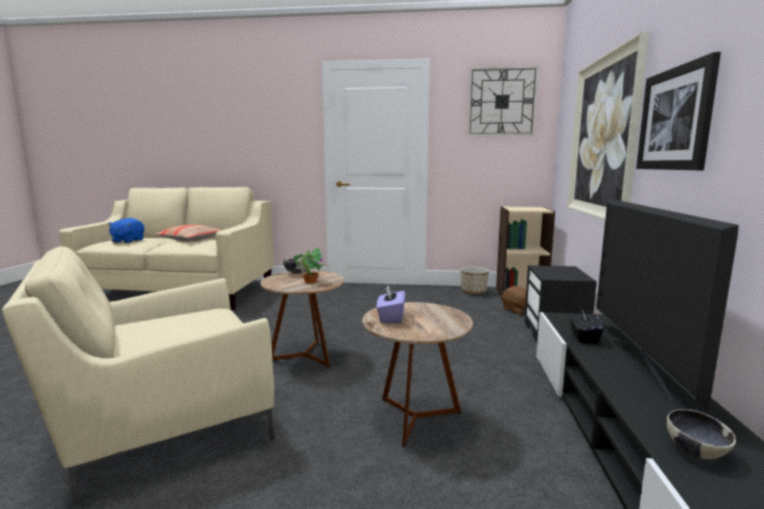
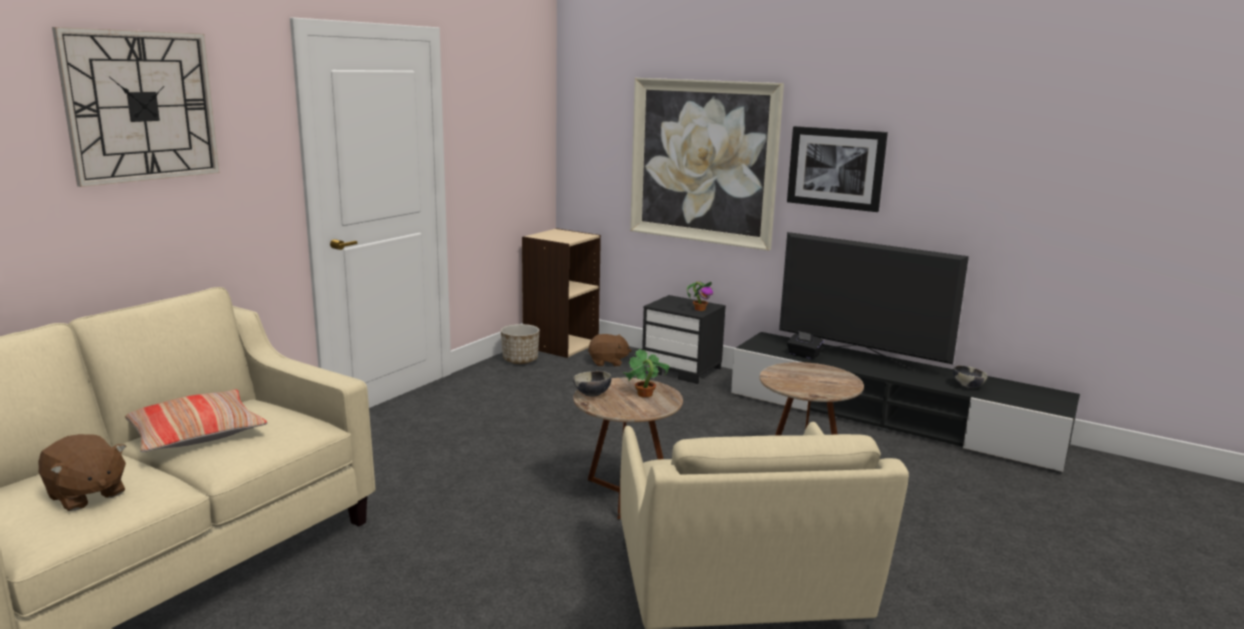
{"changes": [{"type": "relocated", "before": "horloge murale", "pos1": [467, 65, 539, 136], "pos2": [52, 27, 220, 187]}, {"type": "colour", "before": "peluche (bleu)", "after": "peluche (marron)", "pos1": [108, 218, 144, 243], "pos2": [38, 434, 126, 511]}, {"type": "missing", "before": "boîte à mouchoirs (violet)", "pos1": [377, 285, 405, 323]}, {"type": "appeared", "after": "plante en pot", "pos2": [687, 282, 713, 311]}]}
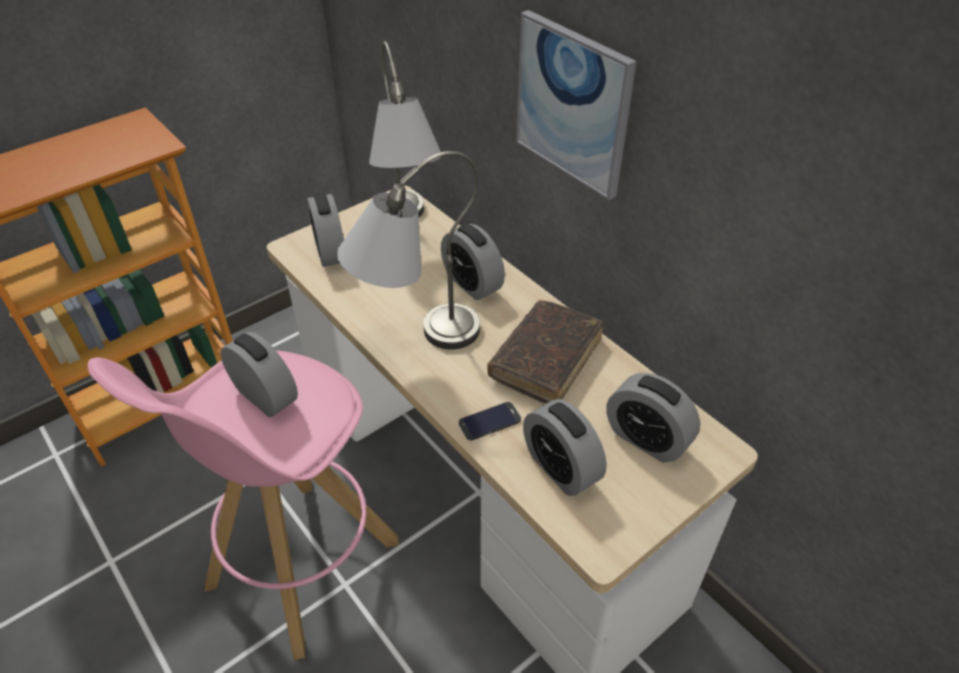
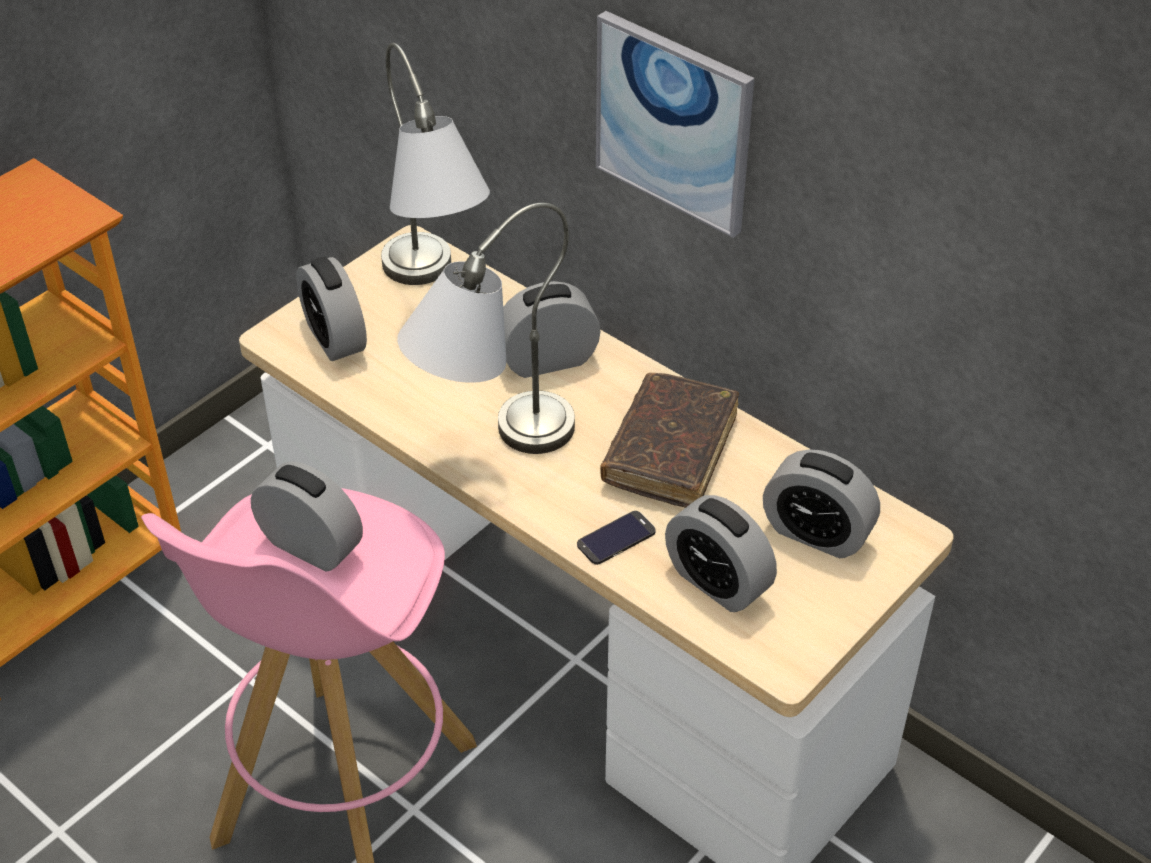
{"changes": [{"type": "spun", "before": "réveil", "pos1": [441, 224, 505, 300], "pos2": [503, 281, 601, 378], "turn": 120}]}
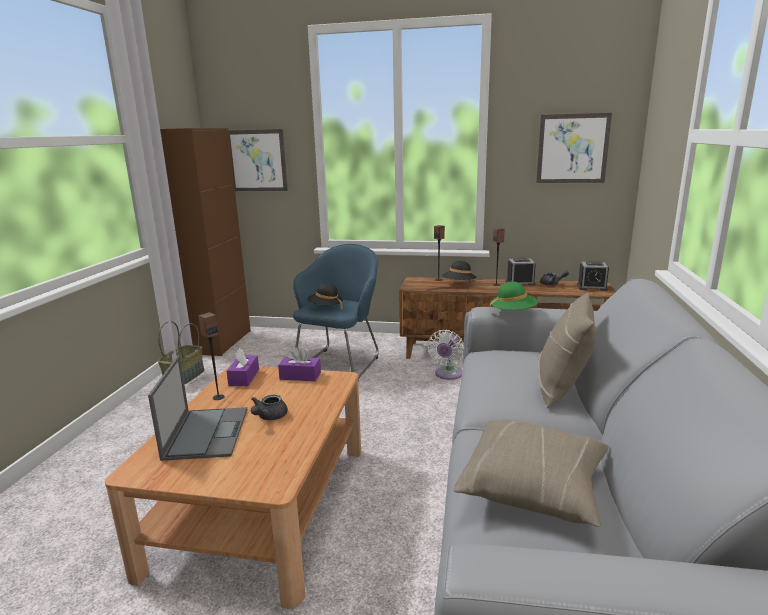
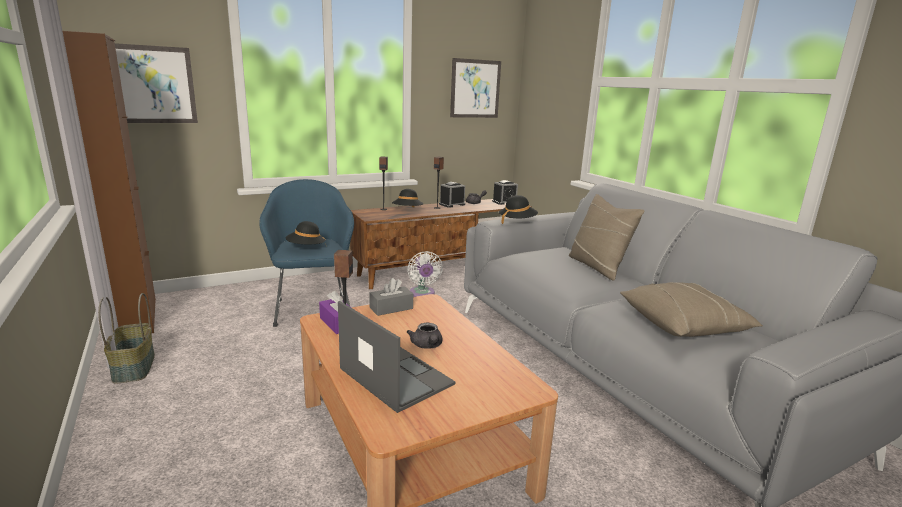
{"changes": [{"type": "colour", "before": "chapeau (vert)", "after": "chapeau (noir)", "pos1": [490, 282, 538, 310], "pos2": [499, 195, 538, 224]}, {"type": "colour", "before": "boîte à mouchoirs (violet)", "after": "boîte à mouchoirs (gris)", "pos1": [278, 347, 321, 381], "pos2": [369, 278, 413, 316]}]}
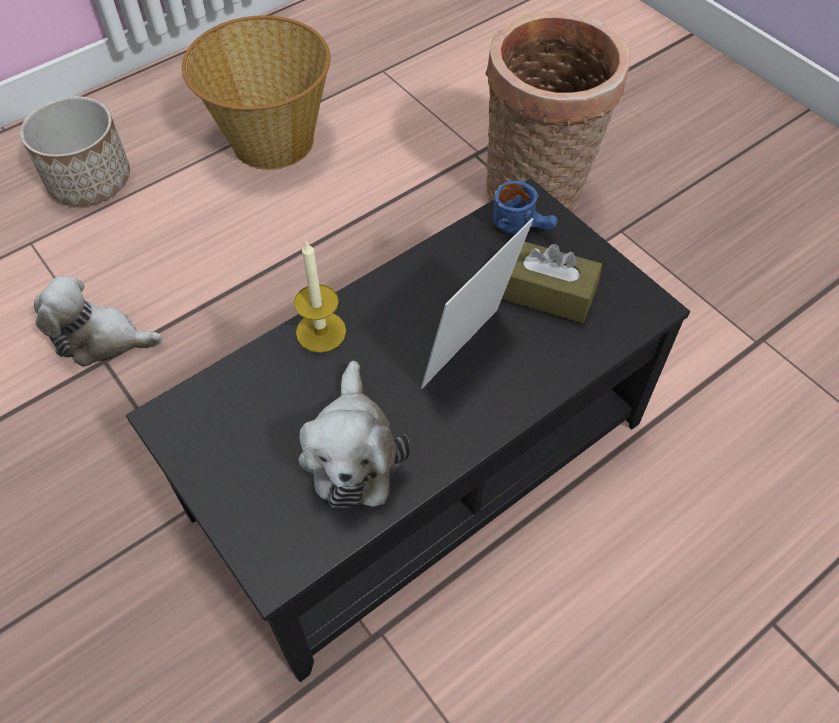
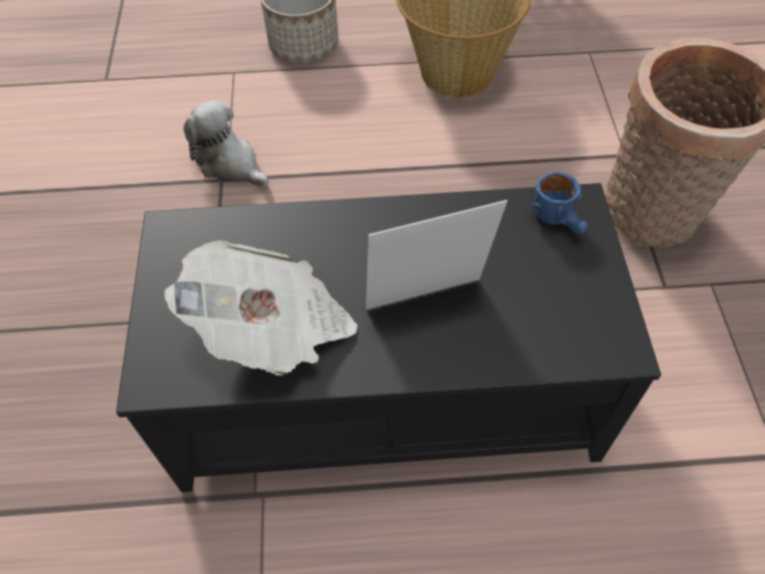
{"changes": [{"type": "missing", "before": "bougie", "pos1": [294, 240, 346, 353]}, {"type": "missing", "before": "boîte à mouchoirs (marron)", "pos1": [502, 242, 602, 323]}, {"type": "exchanged", "before": "peluche", "after": "journal", "pos1": [299, 361, 410, 508], "pos2": [164, 240, 357, 376]}]}
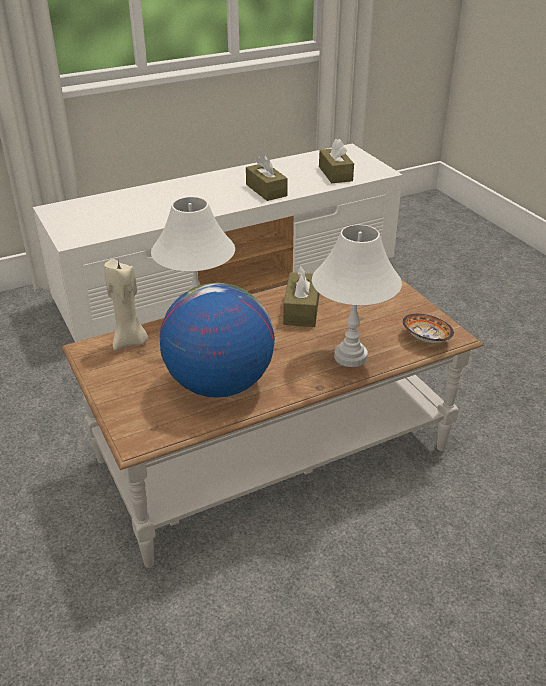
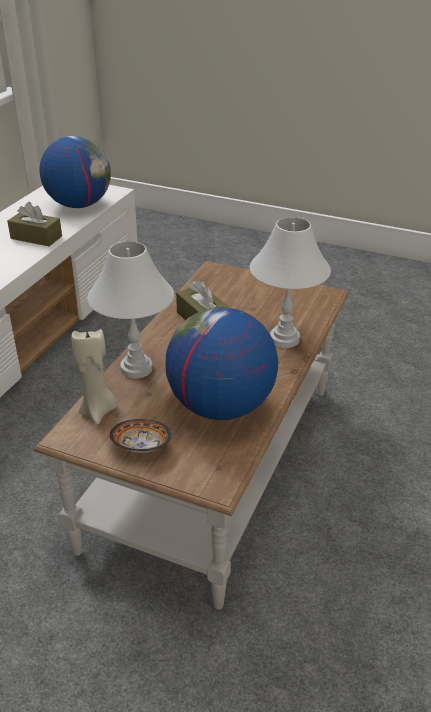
{"changes": [{"type": "exchanged", "before": "boîte à mouchoirs (marron)", "after": "globe", "pos1": [319, 139, 354, 183], "pos2": [39, 136, 111, 208]}, {"type": "relocated", "before": "bol", "pos1": [403, 314, 454, 343], "pos2": [110, 419, 172, 453]}]}
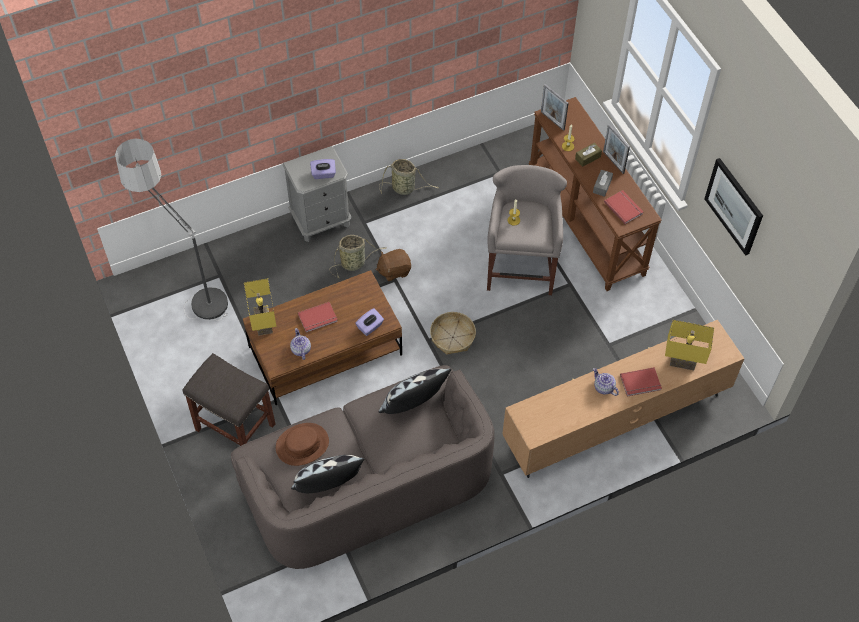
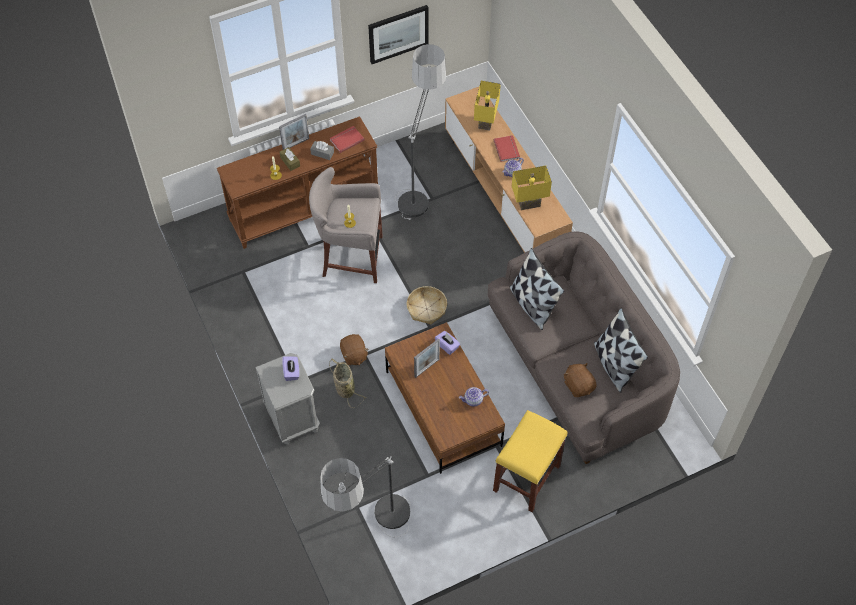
{"changes": [{"type": "relocated", "before": "cadre photo", "pos1": [541, 84, 569, 131], "pos2": [414, 339, 440, 378]}, {"type": "missing", "before": "panier", "pos1": [379, 159, 438, 195]}, {"type": "relocated", "before": "lampe de table (jaune)", "pos1": [244, 278, 277, 336], "pos2": [512, 166, 552, 210]}, {"type": "missing", "before": "livre (rouge)", "pos1": [298, 302, 338, 333]}, {"type": "colour", "before": "tabouret (gris)", "after": "tabouret (jaune)", "pos1": [183, 353, 275, 446], "pos2": [493, 410, 568, 512]}, {"type": "exchanged", "before": "chapeau (marron)", "after": "peluche (marron)", "pos1": [276, 423, 329, 466], "pos2": [564, 363, 597, 397]}, {"type": "appeared", "after": "lampadaire", "pos2": [395, 44, 446, 220]}]}
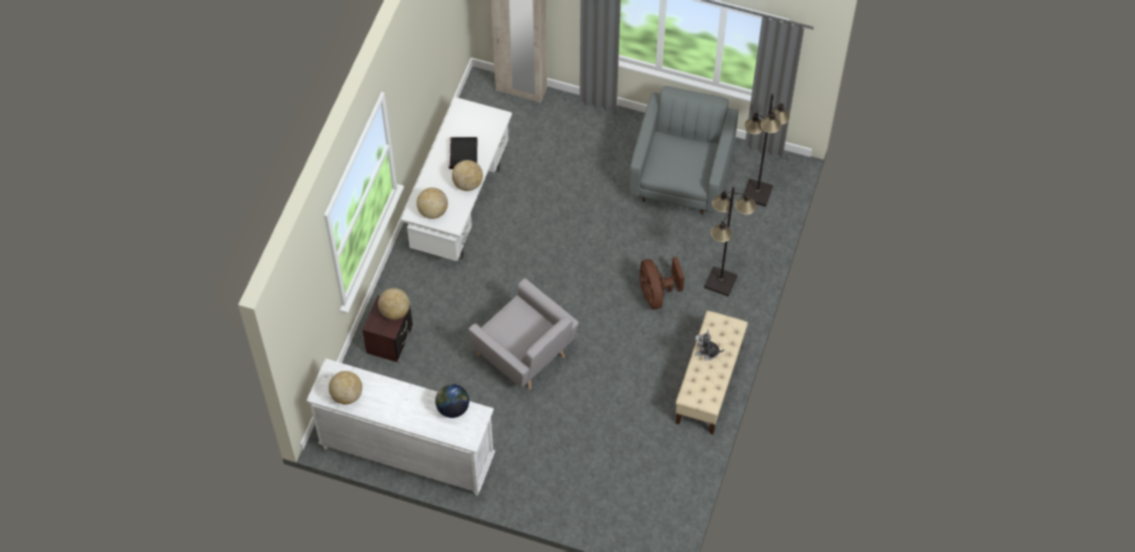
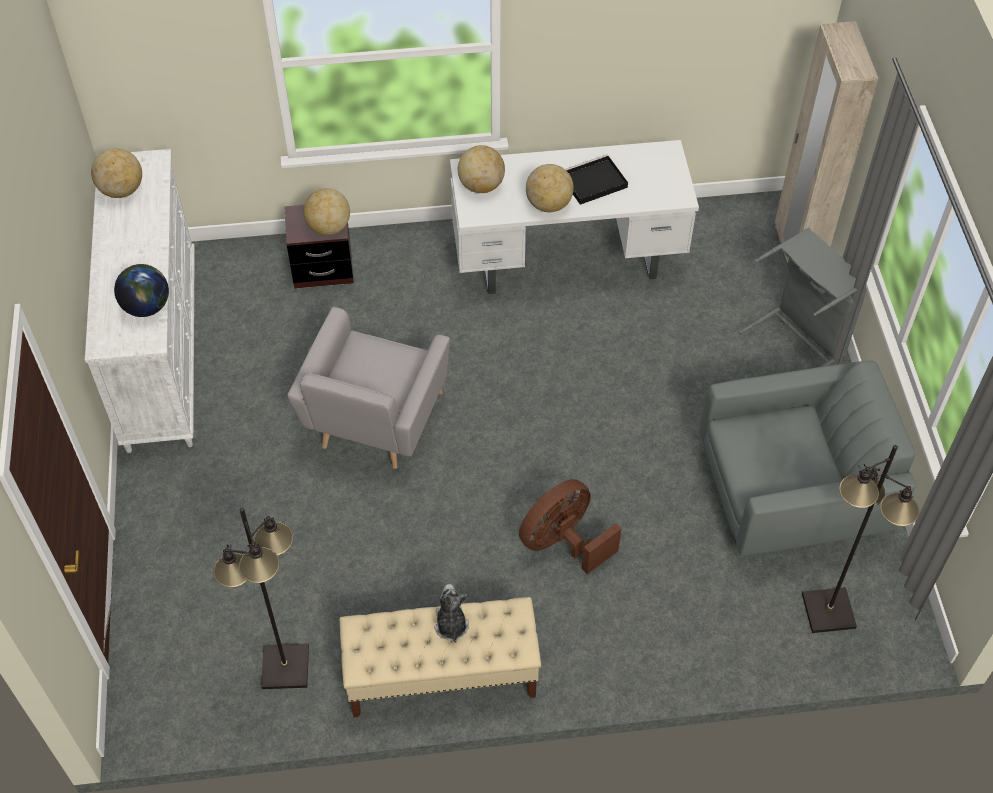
{"changes": [{"type": "relocated", "before": "lampadaire (noir)", "pos1": [704, 186, 756, 297], "pos2": [213, 508, 309, 689]}, {"type": "appeared", "after": "panier à linge (gris)", "pos2": [739, 228, 867, 367]}]}
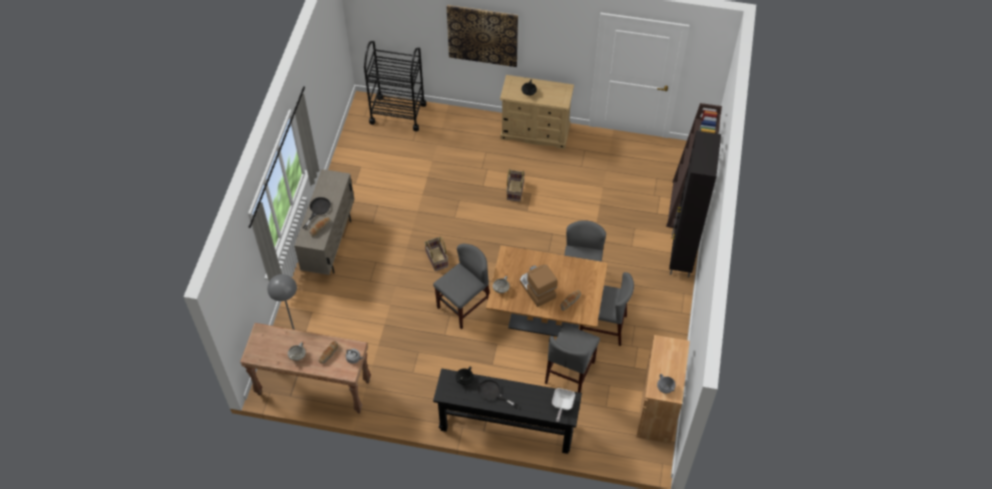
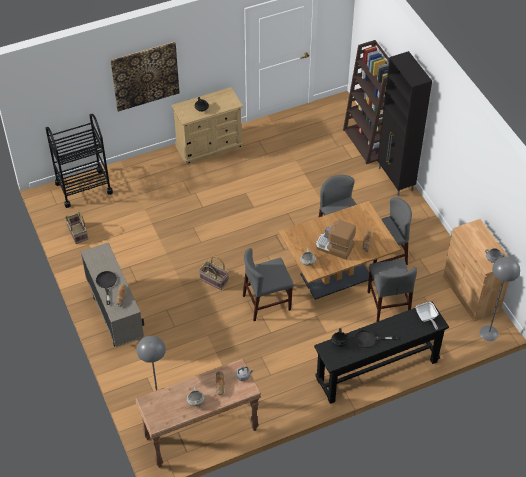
{"changes": [{"type": "relocated", "before": "panier", "pos1": [506, 169, 525, 202], "pos2": [65, 211, 88, 244]}, {"type": "spun", "before": "chaise (gris)", "pos1": [433, 244, 490, 329], "pos2": [243, 248, 294, 321], "turn": -120}, {"type": "appeared", "after": "lampadaire (gris)", "pos2": [479, 257, 520, 341]}]}
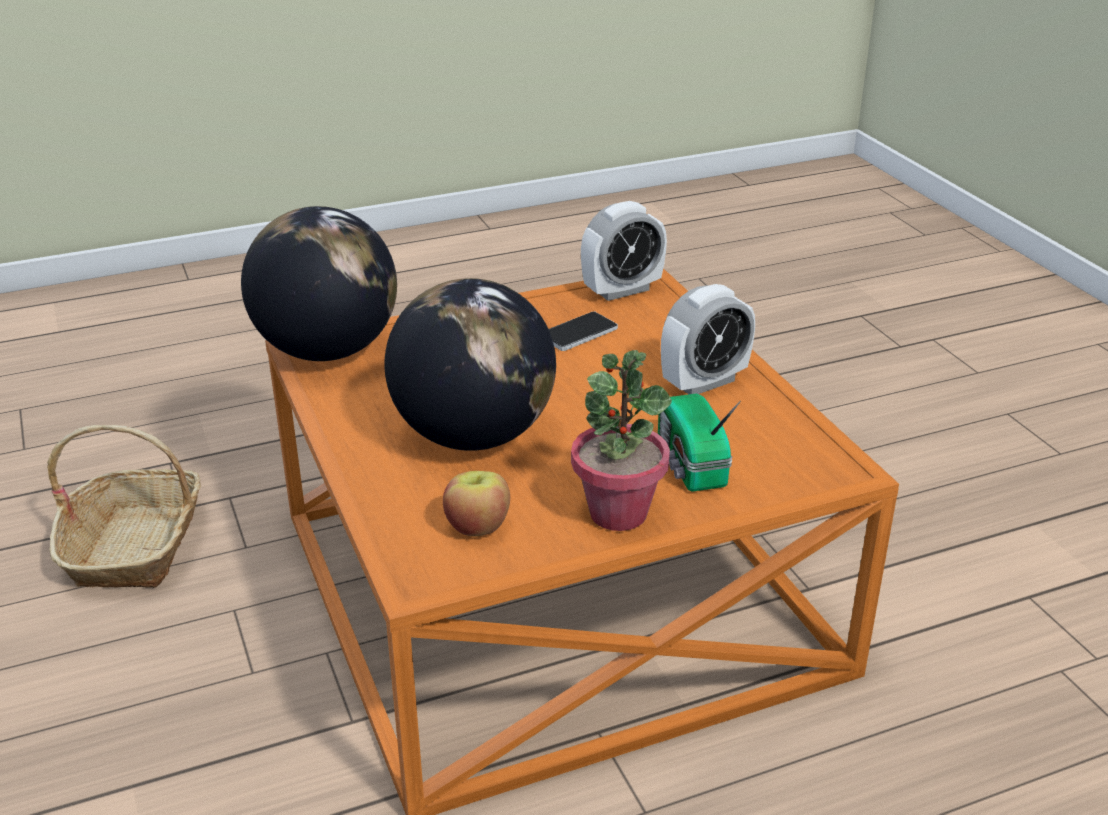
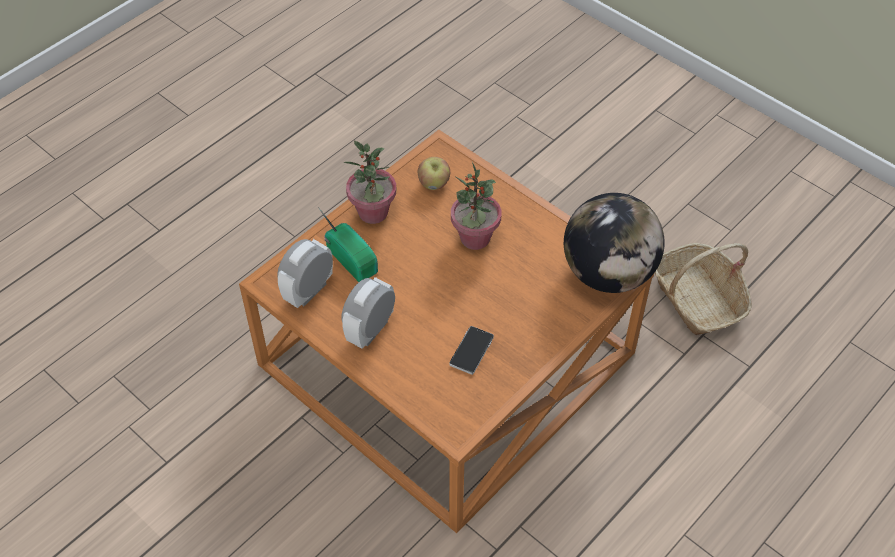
{"changes": [{"type": "relocated", "before": "réveil", "pos1": [581, 201, 667, 301], "pos2": [277, 239, 333, 308]}, {"type": "exchanged", "before": "globe", "after": "plante en pot", "pos1": [384, 278, 556, 451], "pos2": [451, 162, 501, 250]}]}
